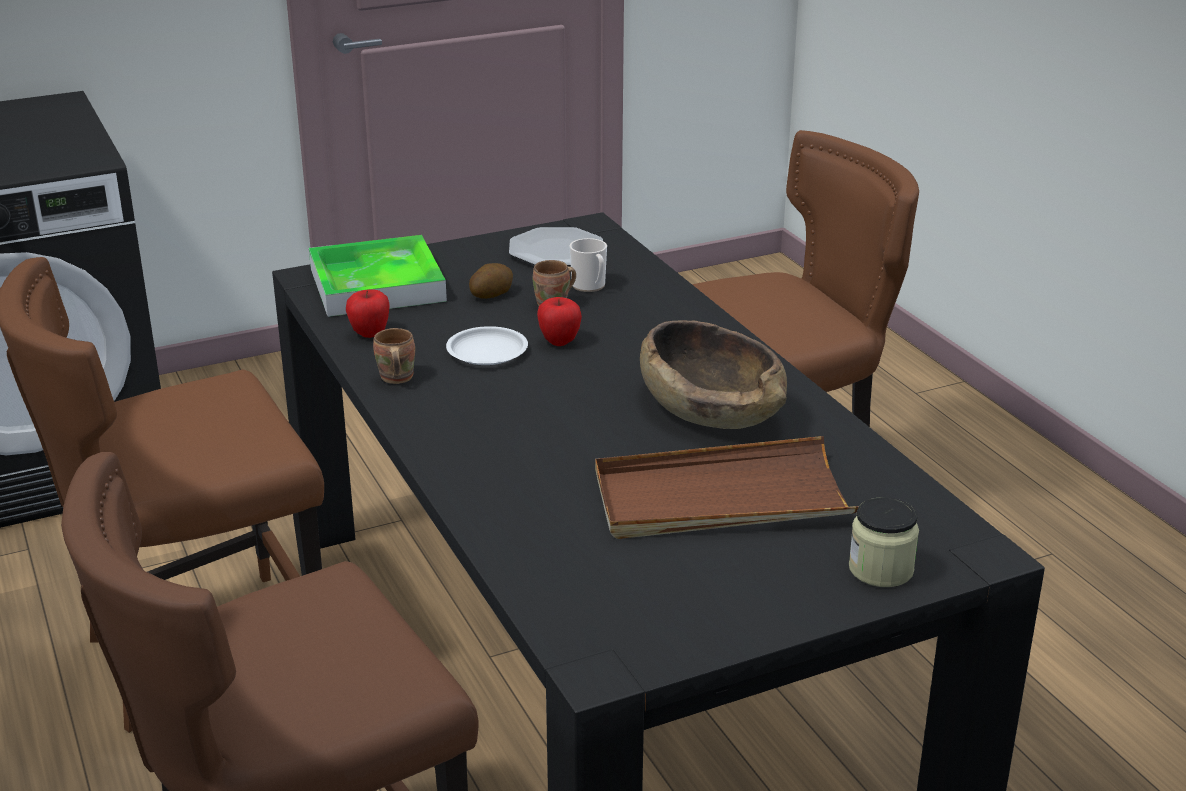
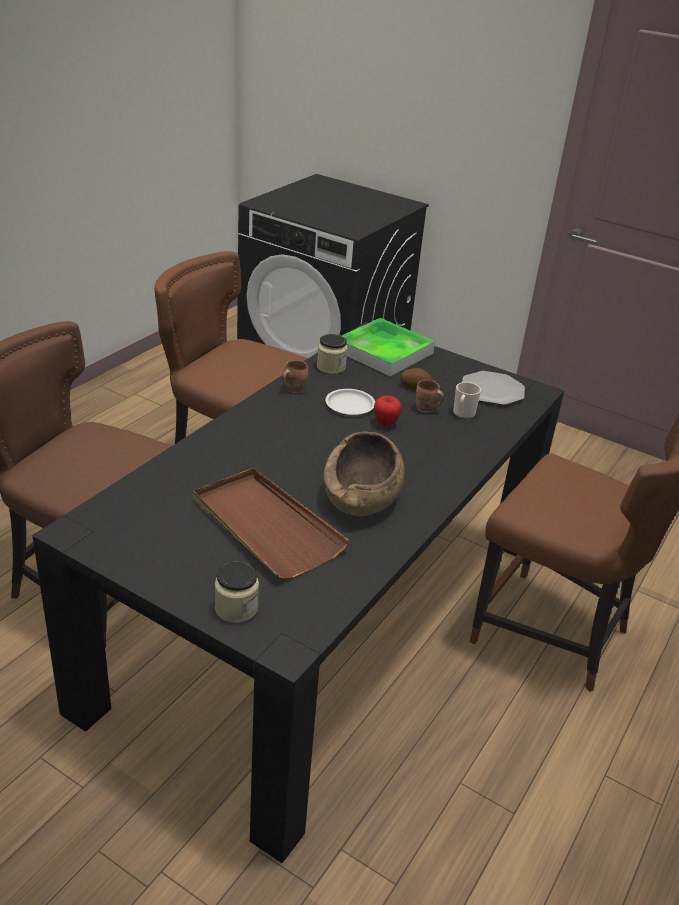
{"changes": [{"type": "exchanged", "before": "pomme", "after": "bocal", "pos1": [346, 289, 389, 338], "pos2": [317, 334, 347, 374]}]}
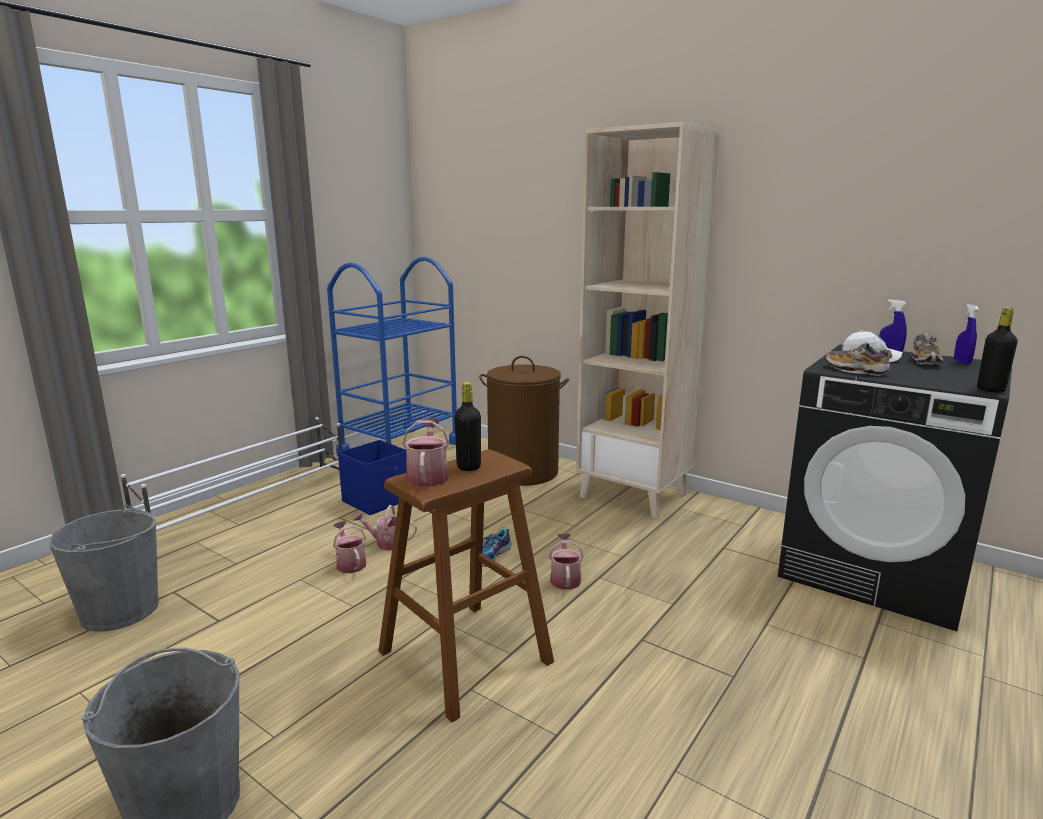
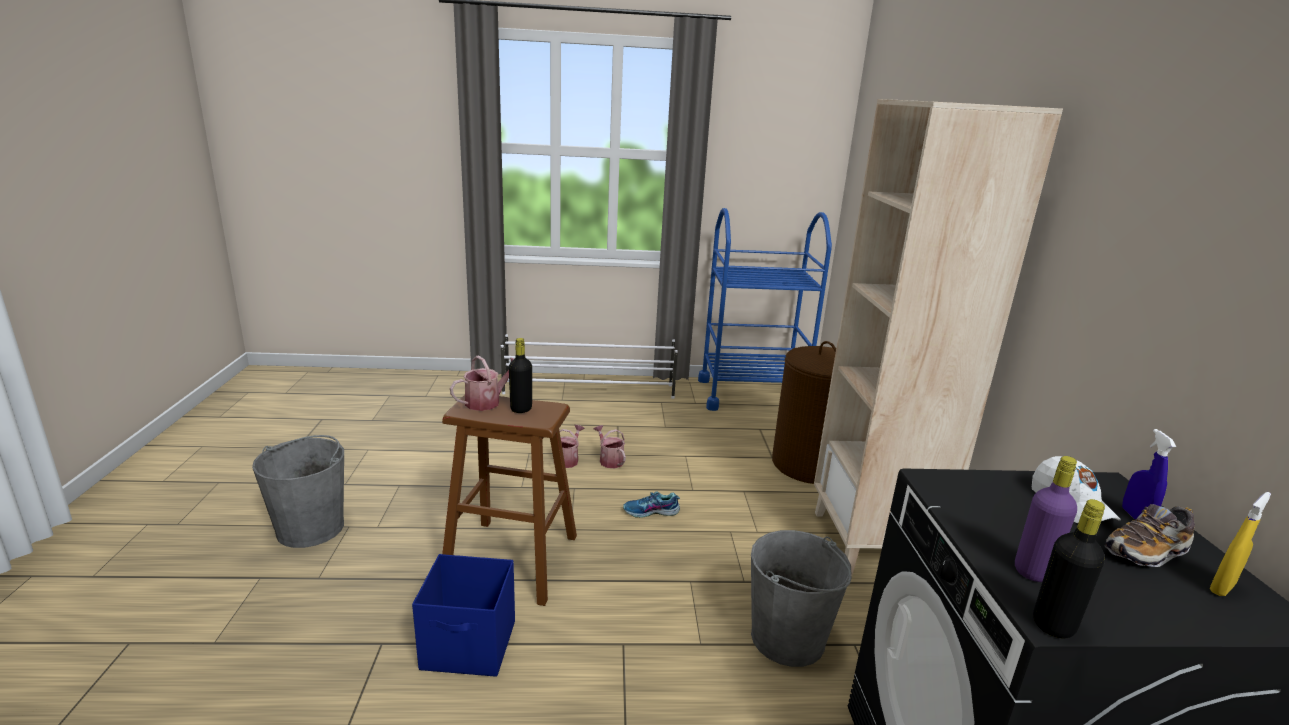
{"changes": [{"type": "colour", "before": "vaporisateur (bleu)", "after": "vaporisateur (jaune)", "pos1": [954, 304, 979, 364], "pos2": [1210, 492, 1271, 596]}, {"type": "missing", "before": "chaussure", "pos1": [825, 342, 892, 376]}, {"type": "relocated", "before": "boîte de rangement (bleu)", "pos1": [338, 440, 407, 515], "pos2": [412, 554, 515, 677]}, {"type": "relocated", "before": "seau (gris)", "pos1": [49, 505, 159, 632], "pos2": [751, 530, 852, 667]}, {"type": "missing", "before": "arrosoir", "pos1": [549, 533, 584, 590]}, {"type": "appeared", "after": "bouteille (violet)", "pos2": [1015, 456, 1077, 582]}]}
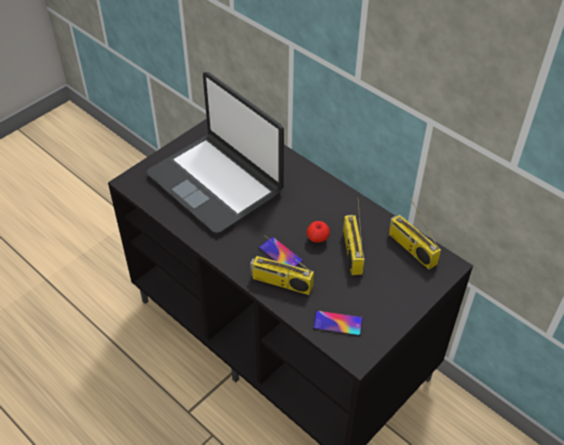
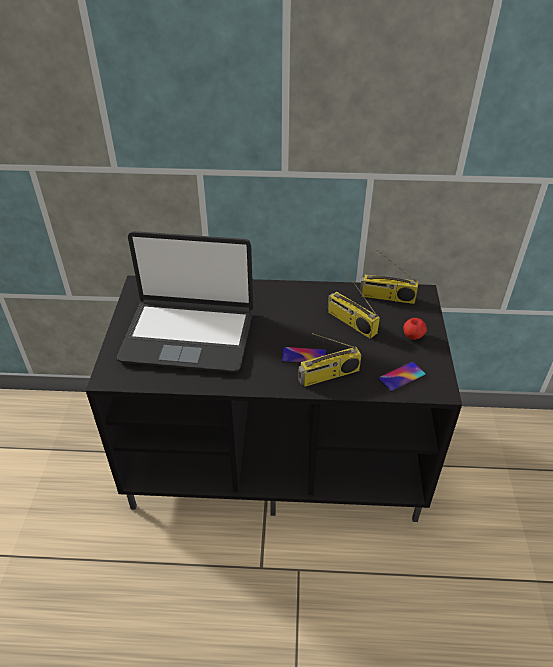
{"changes": [{"type": "relocated", "before": "pomme", "pos1": [307, 221, 330, 243], "pos2": [403, 318, 427, 340]}]}
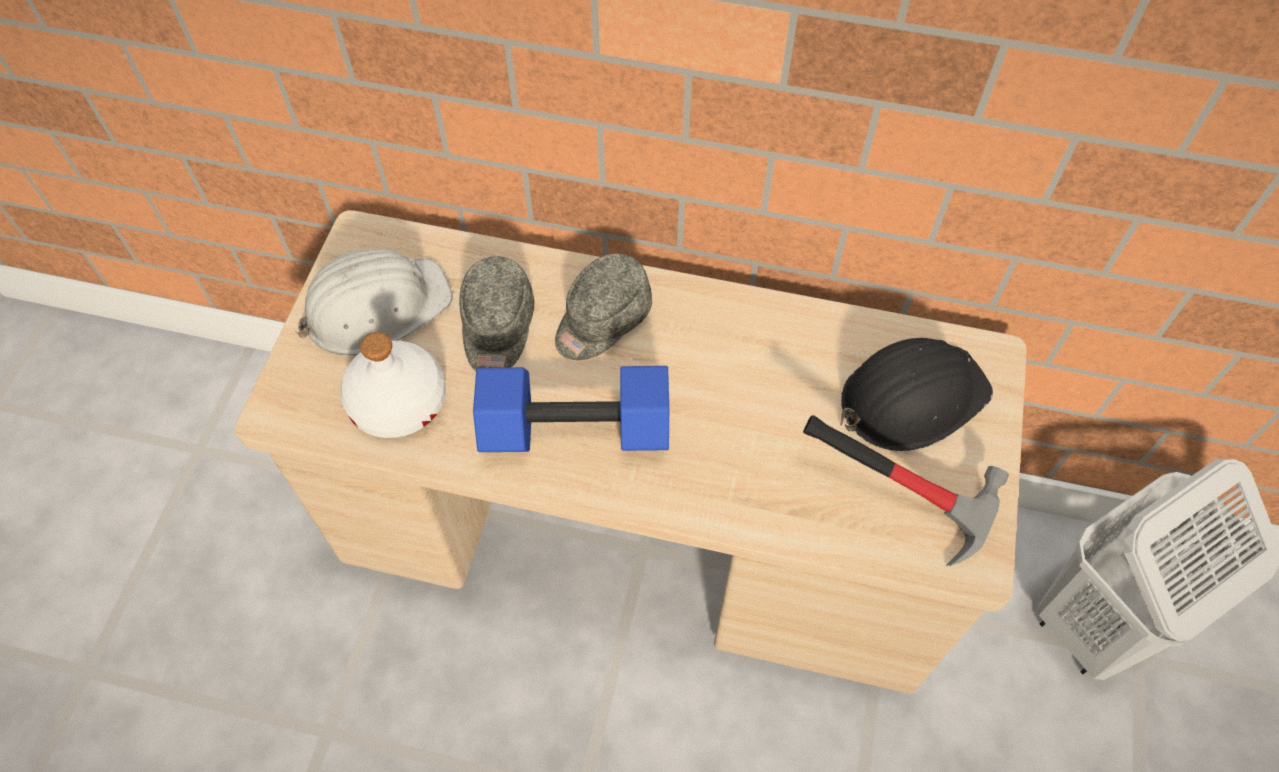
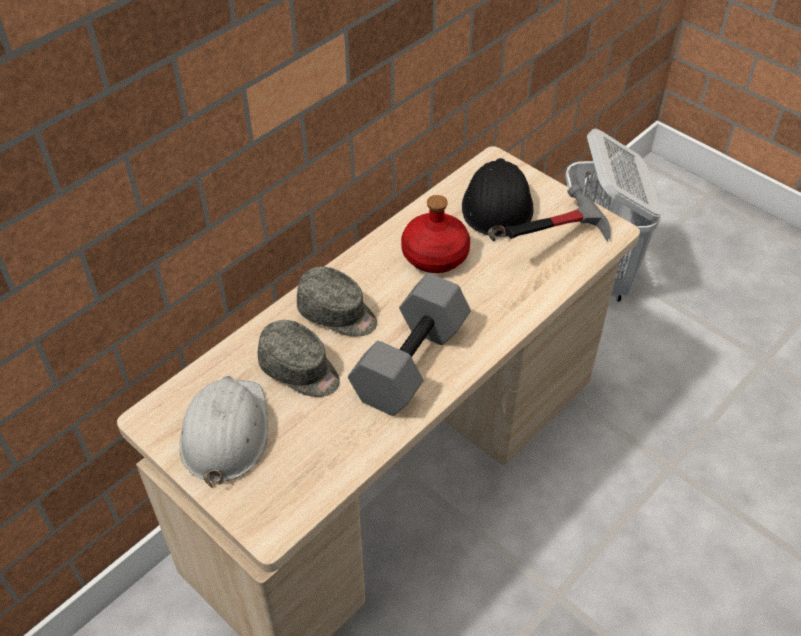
{"changes": [{"type": "spun", "before": "casquette (gris)", "pos1": [555, 253, 652, 360], "pos2": [297, 267, 377, 337], "turn": -45}, {"type": "missing", "before": "bouteille (blanc)", "pos1": [340, 332, 446, 438]}, {"type": "colour", "before": "haltère (bleu)", "after": "haltère (gris)", "pos1": [473, 366, 669, 452], "pos2": [348, 273, 471, 416]}, {"type": "appeared", "after": "bouteille (rouge)", "pos2": [401, 195, 470, 273]}]}
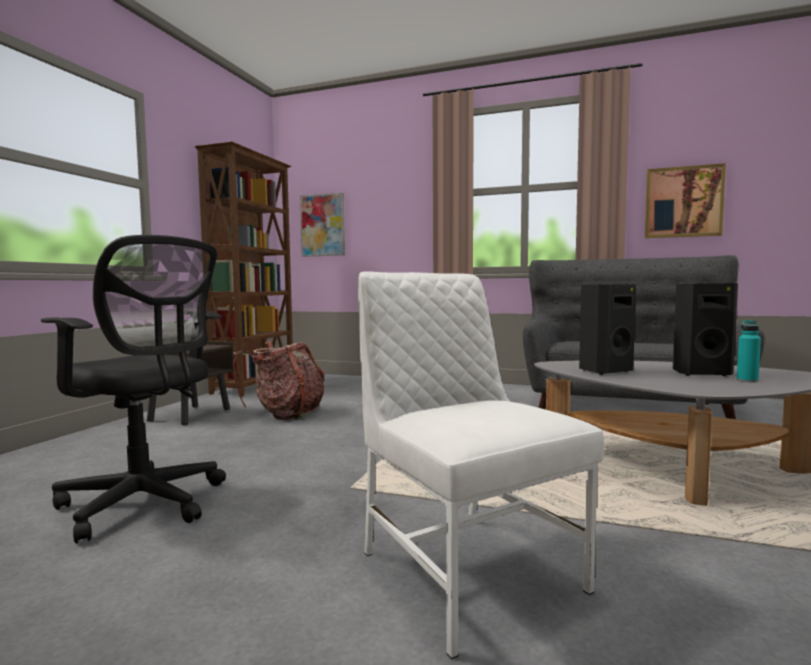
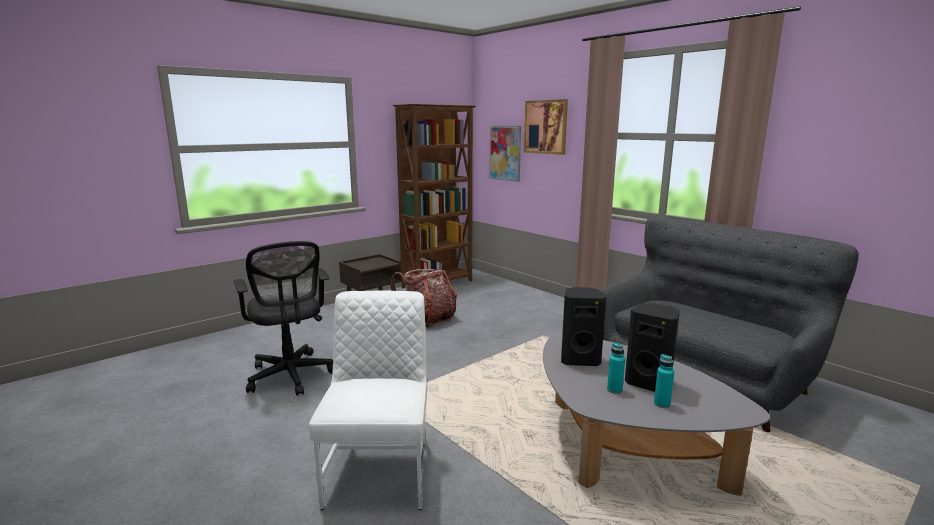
{"changes": [{"type": "relocated", "before": "tableau", "pos1": [645, 163, 726, 238], "pos2": [524, 99, 568, 155]}, {"type": "appeared", "after": "bouteille (turquoise)", "pos2": [607, 342, 625, 394]}]}
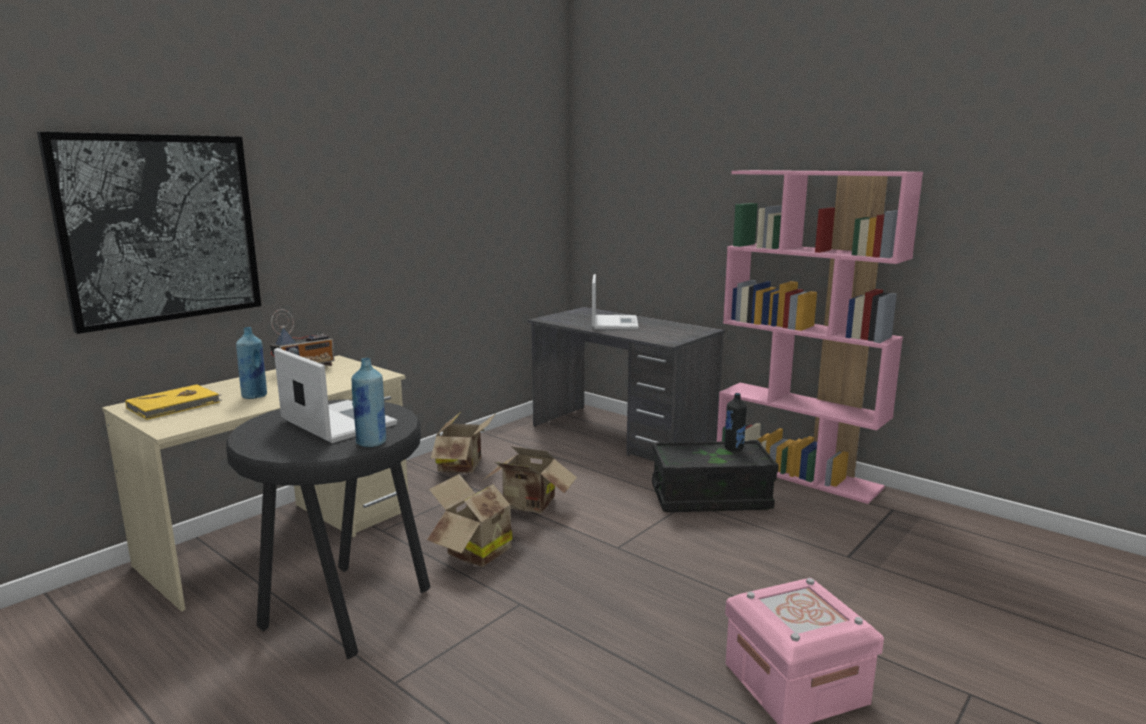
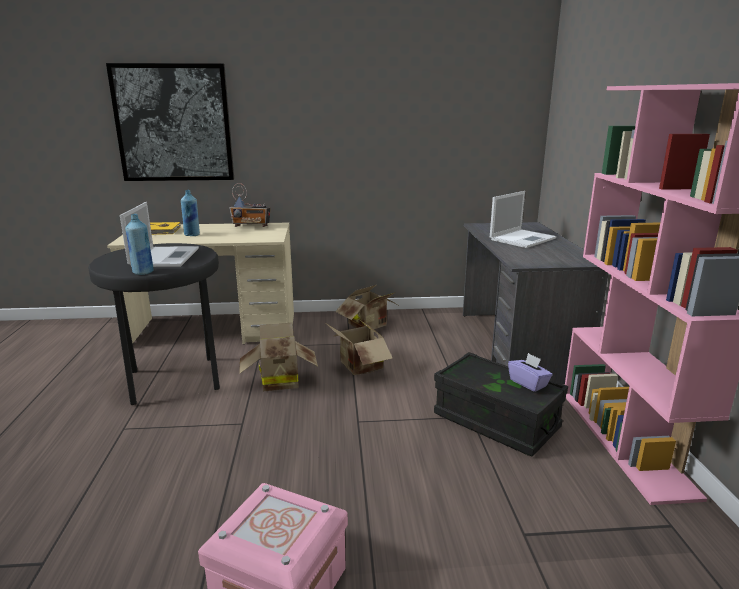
{"changes": [{"type": "exchanged", "before": "bouteille (noir)", "after": "boîte à mouchoirs (violet)", "pos1": [724, 393, 747, 451], "pos2": [508, 353, 553, 392]}]}
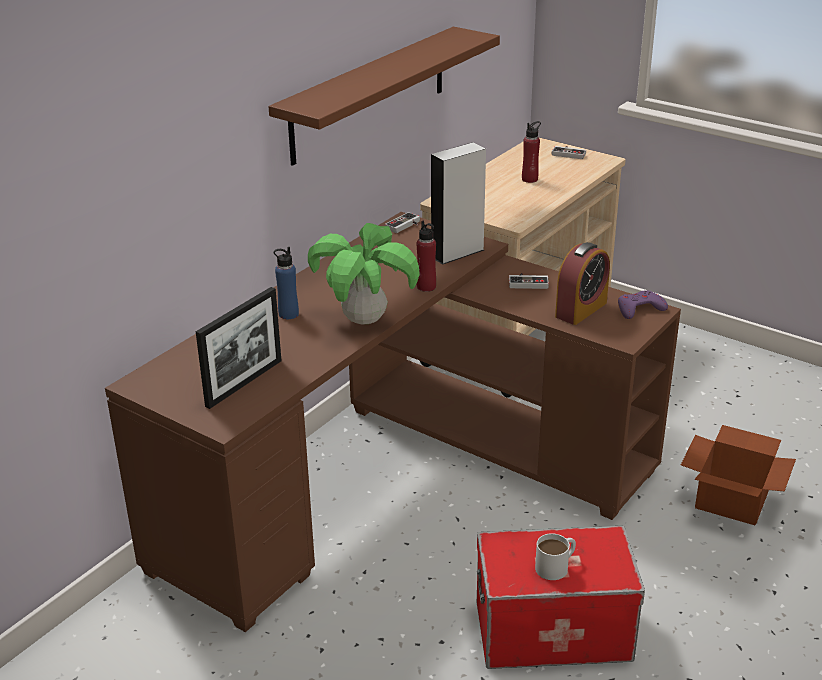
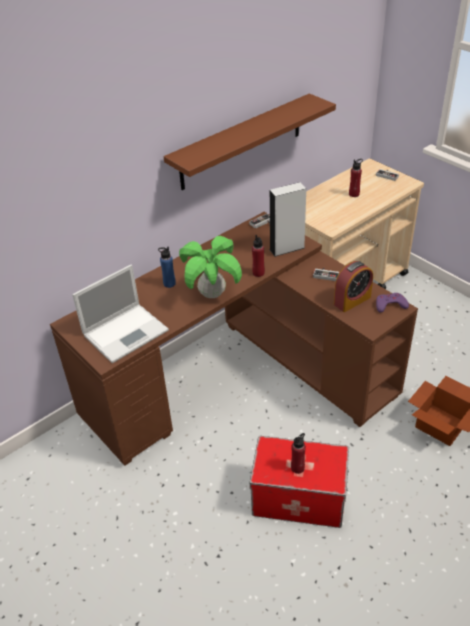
{"changes": [{"type": "exchanged", "before": "cadre photo", "after": "ordinateur portable", "pos1": [196, 287, 282, 409], "pos2": [72, 265, 169, 363]}, {"type": "exchanged", "before": "mug (blanc)", "after": "bouteille (rouge)", "pos1": [535, 533, 576, 580], "pos2": [291, 433, 306, 474]}]}
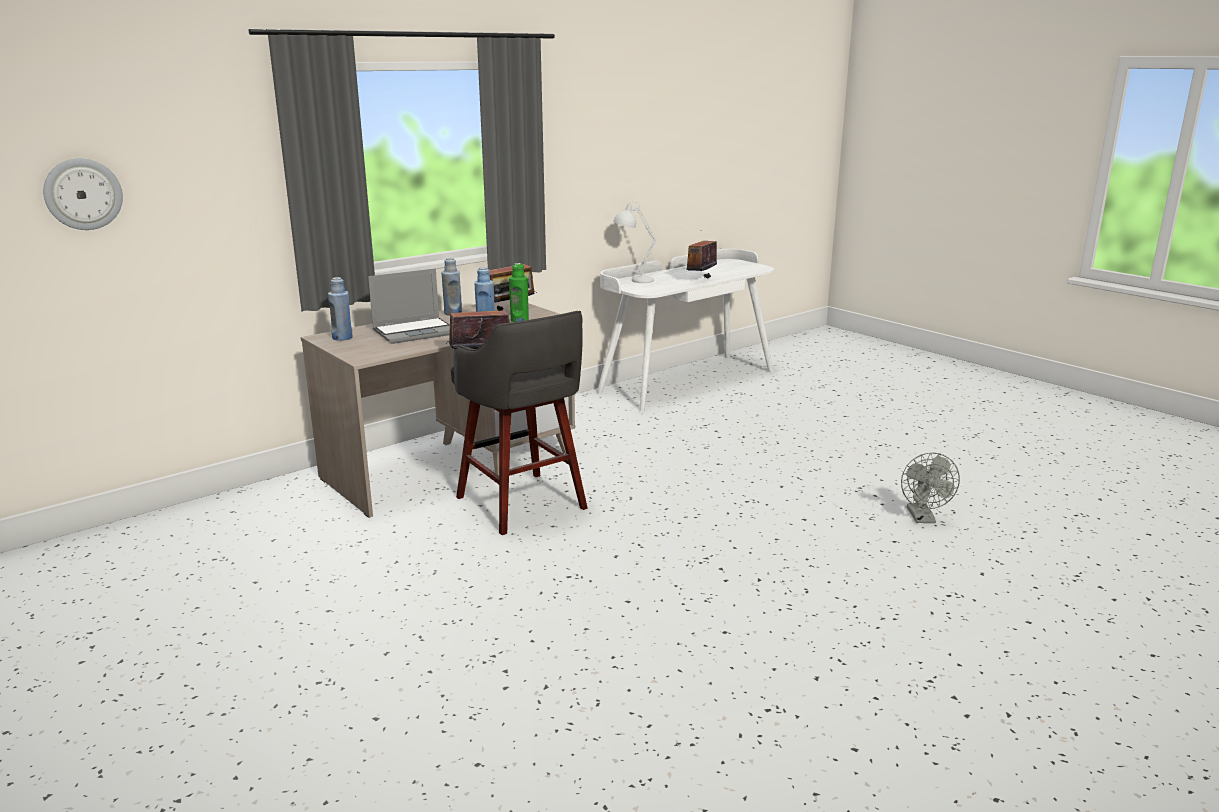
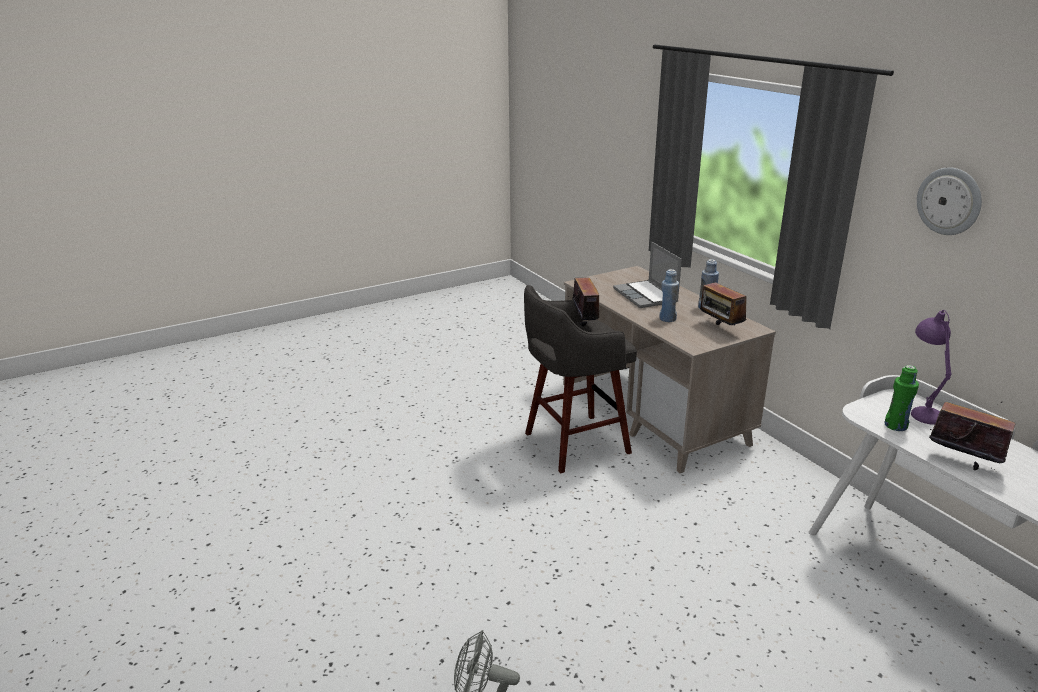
{"changes": [{"type": "relocated", "before": "horloge murale", "pos1": [43, 158, 123, 230], "pos2": [917, 167, 982, 235]}, {"type": "colour", "before": "lampe de table (blanc)", "after": "lampe de table (violet)", "pos1": [613, 201, 656, 283], "pos2": [911, 310, 952, 425]}, {"type": "relocated", "before": "bouteille (vert)", "pos1": [509, 263, 529, 322], "pos2": [885, 365, 919, 431]}, {"type": "missing", "before": "bouteille (bleu)", "pos1": [328, 277, 353, 341]}]}
